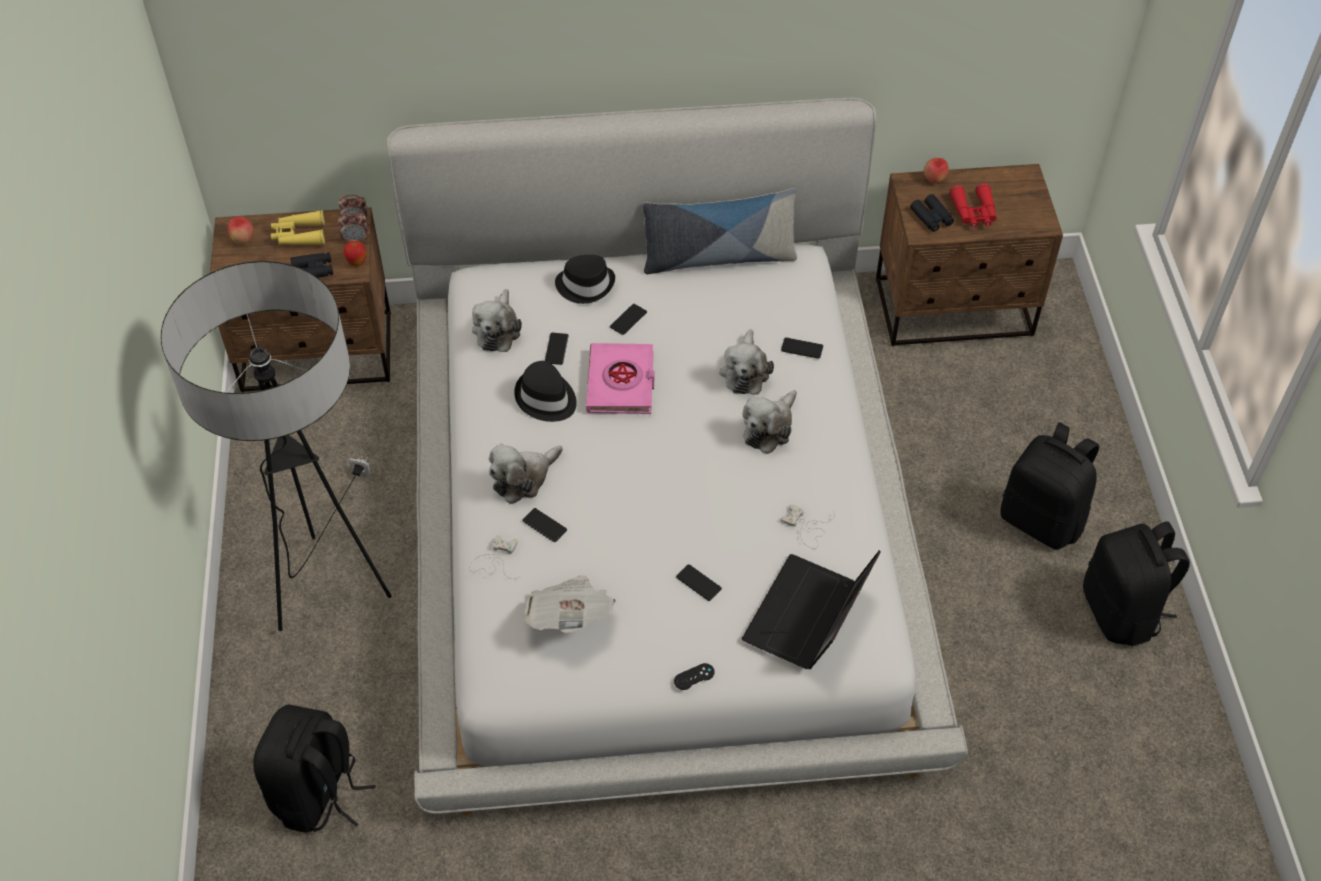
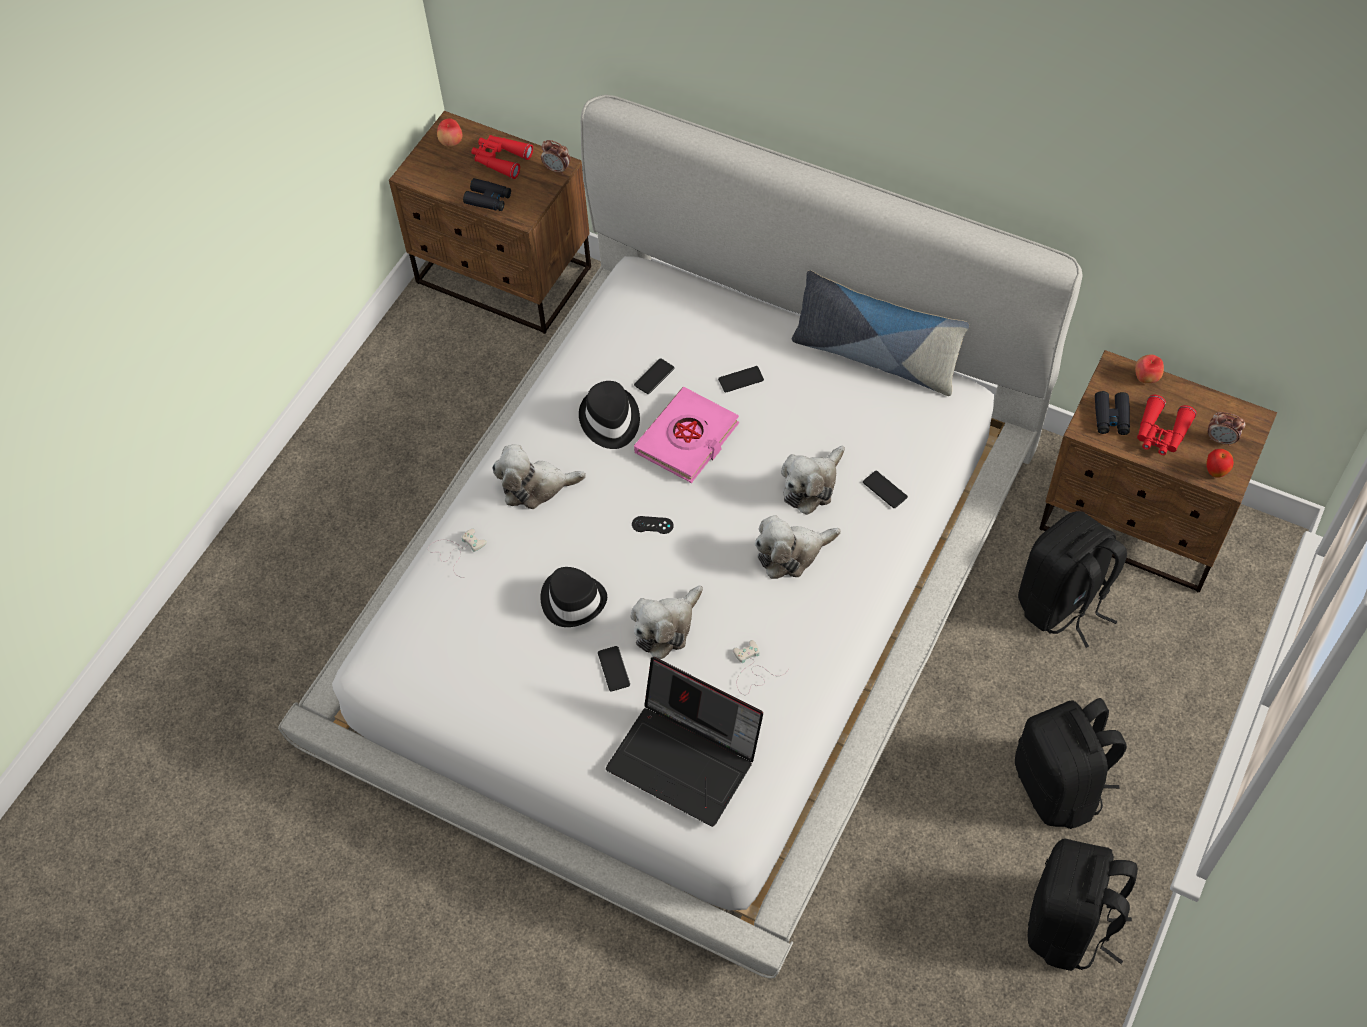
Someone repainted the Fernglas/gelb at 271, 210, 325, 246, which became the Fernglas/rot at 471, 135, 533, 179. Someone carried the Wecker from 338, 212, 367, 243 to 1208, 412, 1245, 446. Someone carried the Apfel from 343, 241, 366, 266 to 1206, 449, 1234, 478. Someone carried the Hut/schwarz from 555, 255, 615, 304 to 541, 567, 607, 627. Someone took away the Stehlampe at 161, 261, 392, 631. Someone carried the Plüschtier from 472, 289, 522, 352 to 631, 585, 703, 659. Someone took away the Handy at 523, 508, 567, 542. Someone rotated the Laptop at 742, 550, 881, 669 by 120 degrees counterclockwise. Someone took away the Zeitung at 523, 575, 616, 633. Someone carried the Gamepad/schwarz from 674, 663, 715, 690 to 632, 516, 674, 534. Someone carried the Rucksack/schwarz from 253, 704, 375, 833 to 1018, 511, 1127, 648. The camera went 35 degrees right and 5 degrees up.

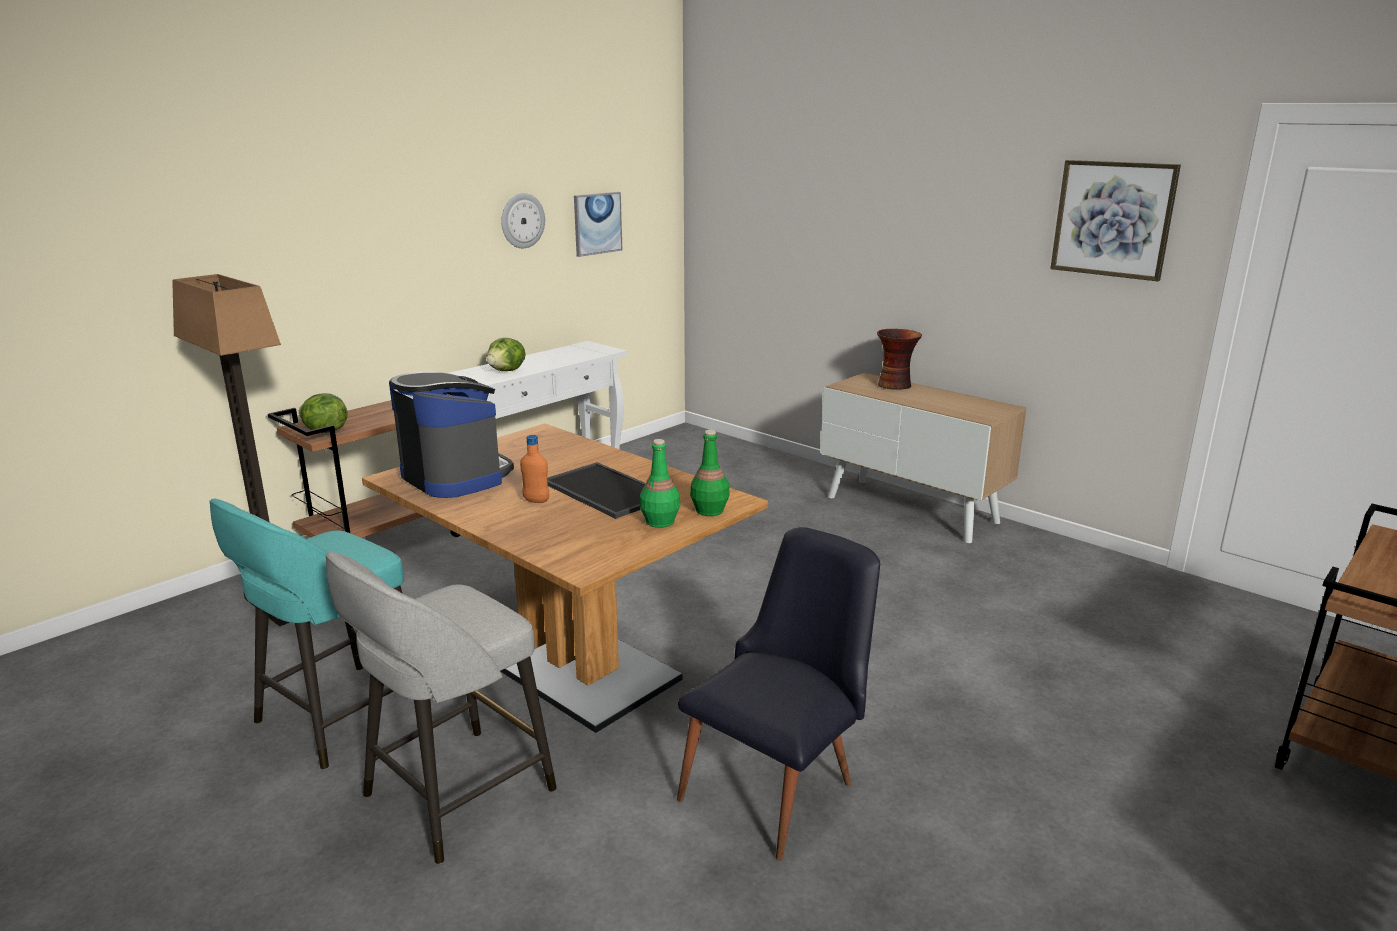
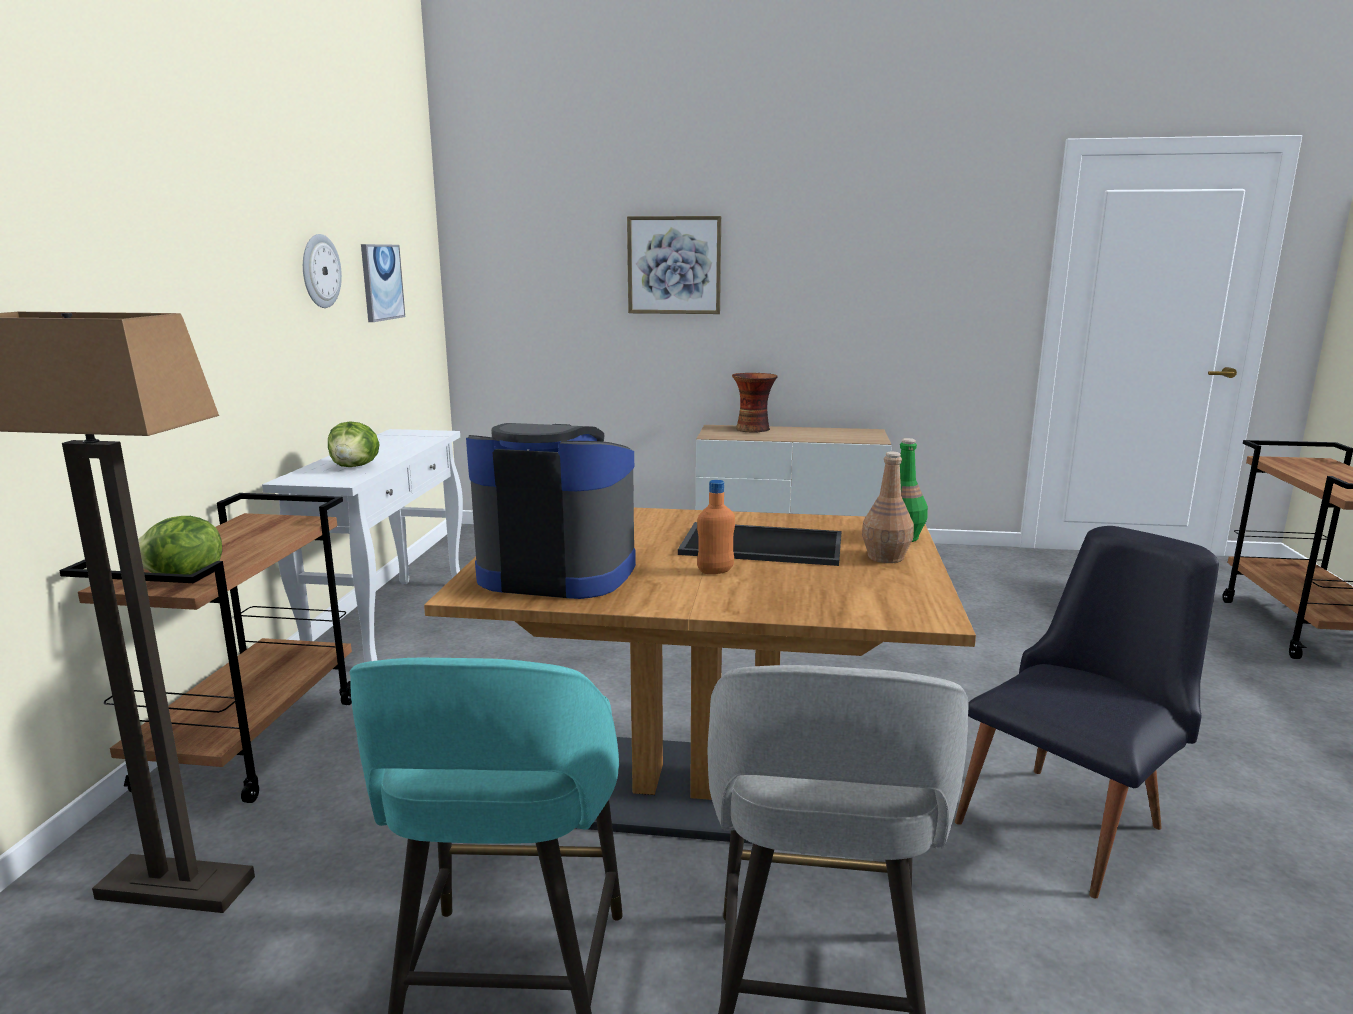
Someone carried the Bild from 1050, 160, 1181, 281 to 627, 216, 721, 314. Someone repainted the Flasche/grün at 640, 439, 680, 528, which became the Flasche/braun at 862, 452, 914, 563. Someone rotated the Stuhl/schwarz at 677, 527, 880, 861 by 45 degrees clockwise. The camera went 35 degrees left and 5 degrees down.

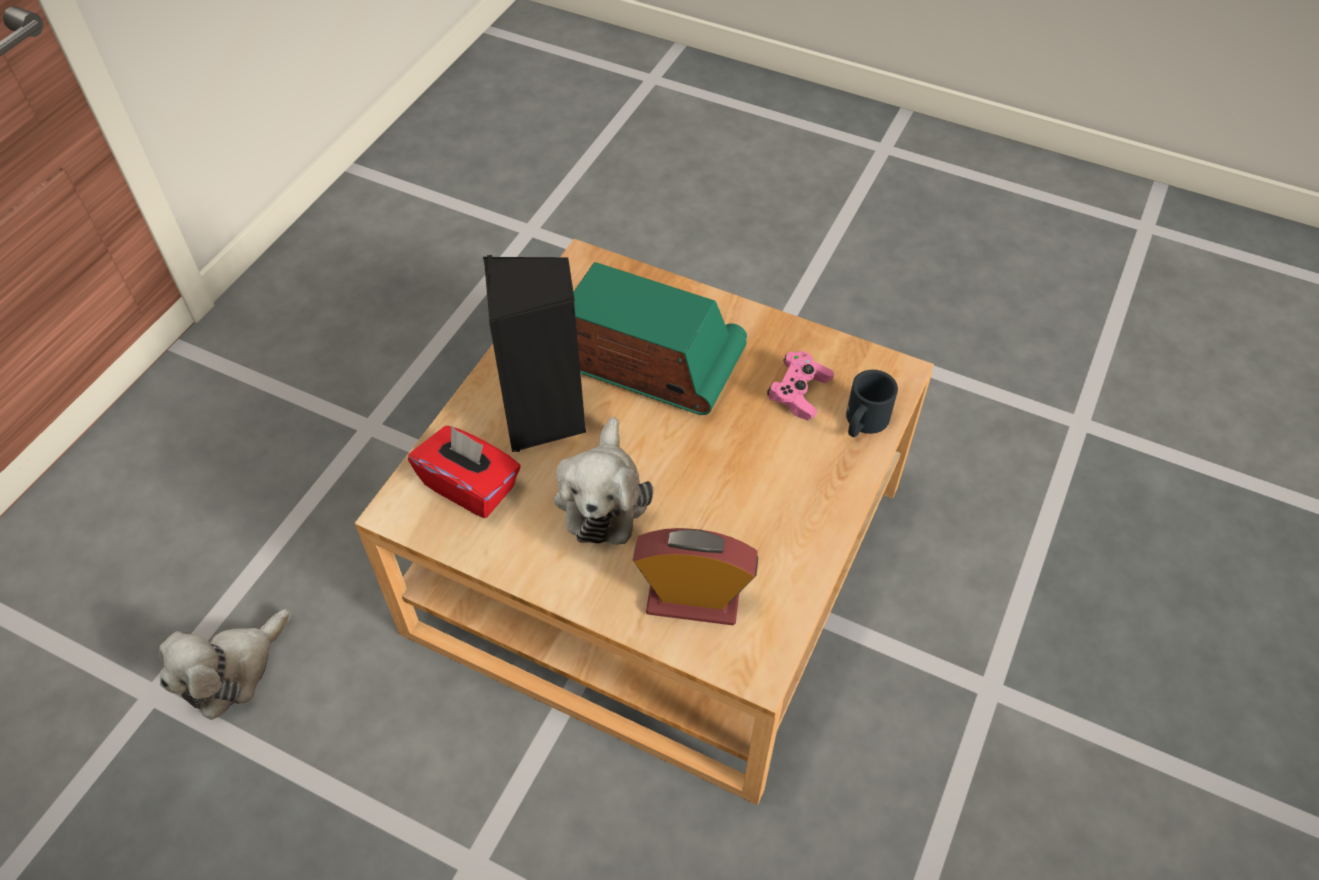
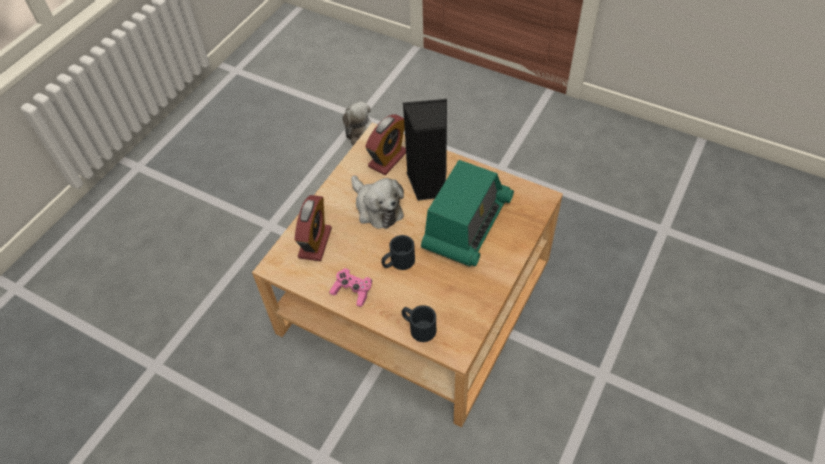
Someone carried the Gamepad/rosa from 767, 351, 834, 421 to 329, 268, 372, 307. Someone rotated the Plüschtier at 554, 417, 653, 545 by 135 degrees counterclockwise. Someone swapped the Taschentuchbox/rot at 408, 425, 521, 518 for the Wecker at 365, 114, 406, 175. Someone put down the Henkelbecher/schwarz at 381, 235, 415, 270. The camera went 95 degrees right and 0 degrees up.

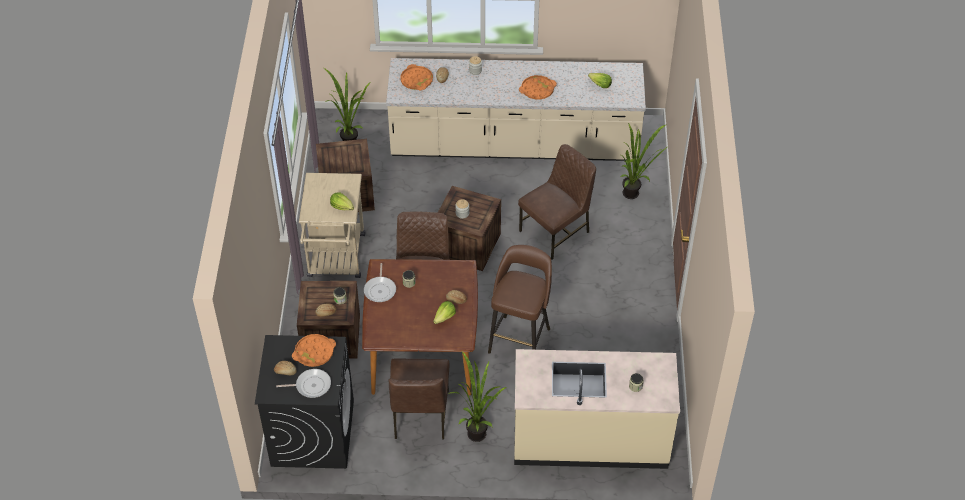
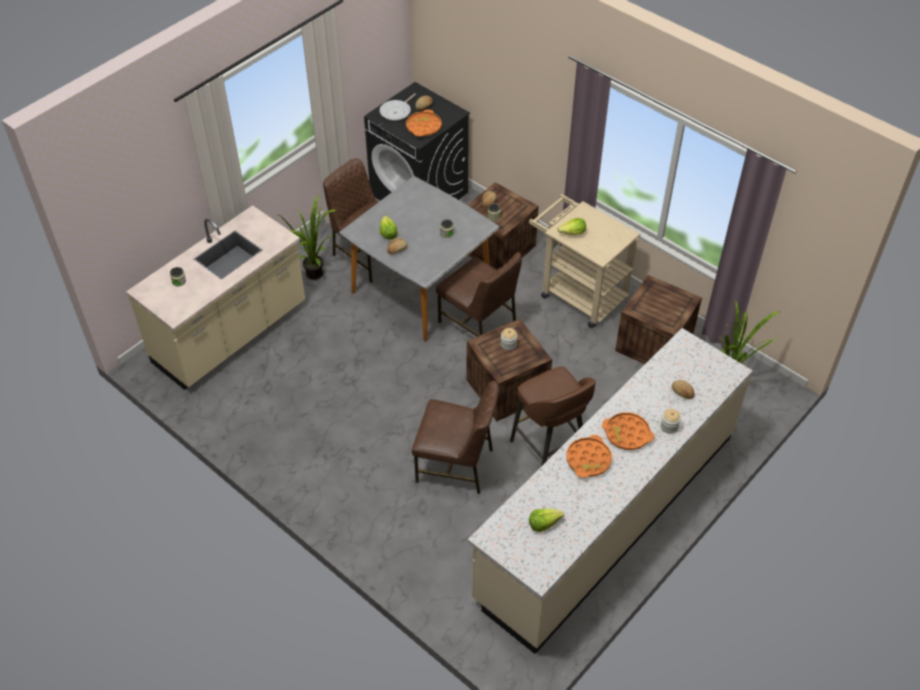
Someone carried the Tablett/orange from 400, 64, 433, 90 to 602, 412, 654, 450. Someone took away the Topfpflanze at 621, 123, 667, 199. Someone rotated the Stuhl/braun at 518, 144, 596, 260 by 75 degrees counterclockwise. Someone carried the Hocker/braun from 488, 245, 552, 354 to 510, 366, 596, 465. Someone repainted the Esstisch/braun at 362, 259, 478, 396, which became the Esstisch/grau at 339, 176, 499, 342. Someone took away the Pfanne at 364, 263, 396, 302. The camera went 130 degrees right and 0 degrees up.

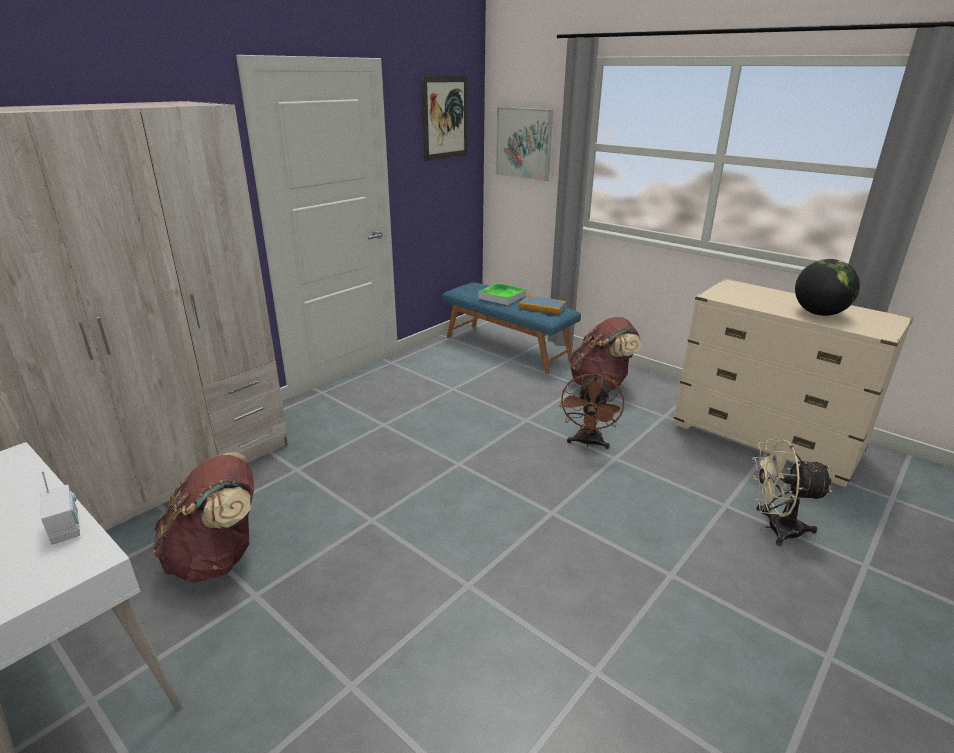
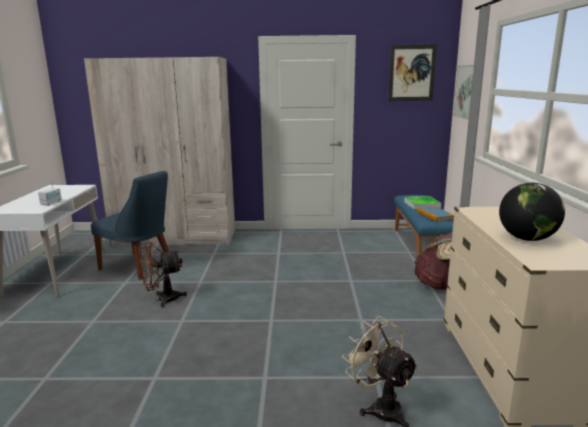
Someone carried the Ventilator/braun from 560, 374, 624, 449 to 139, 242, 187, 308. Someone swapped the Rucksack/braun at 153, 452, 254, 583 for the Stuhl/blau at 91, 171, 169, 280. The camera went 50 degrees right and 10 degrees down.

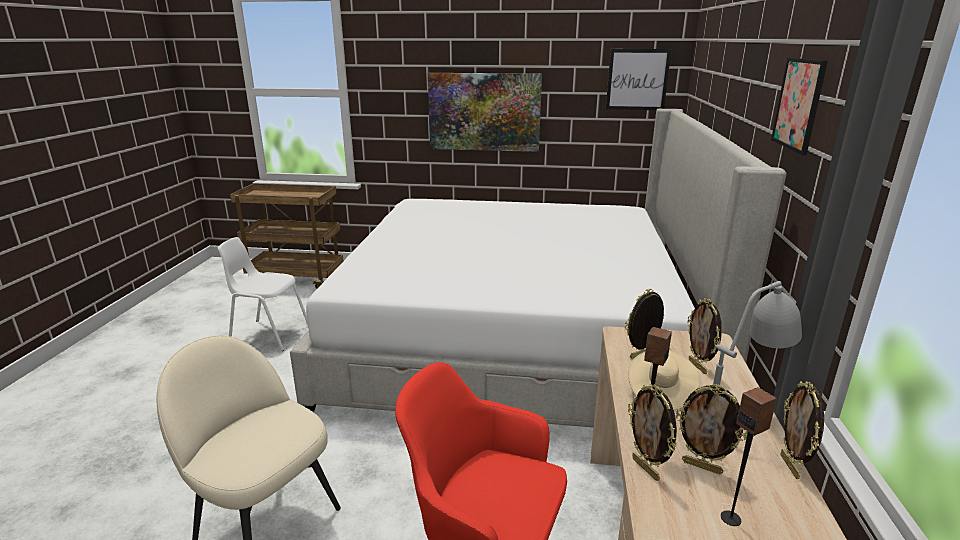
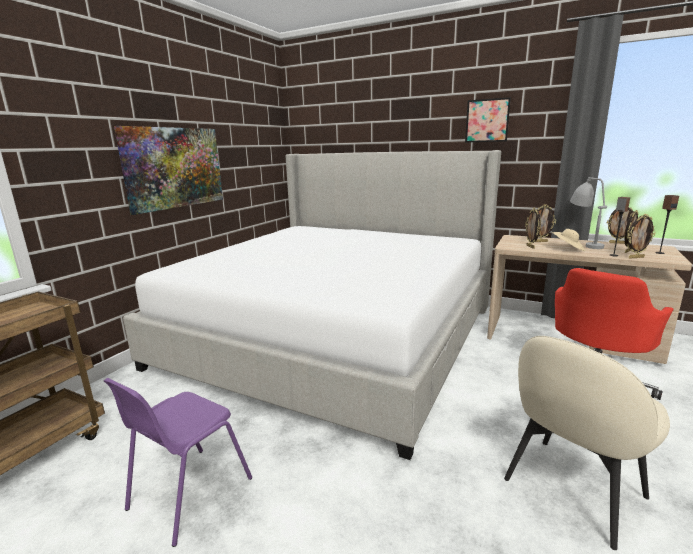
Someone took away the Bild at 606, 49, 671, 110. Someone repainted the Stuhl/weiß at 218, 237, 308, 351, which became the Stuhl/lila at 104, 378, 252, 547. The camera went 70 degrees left and 5 degrees down.

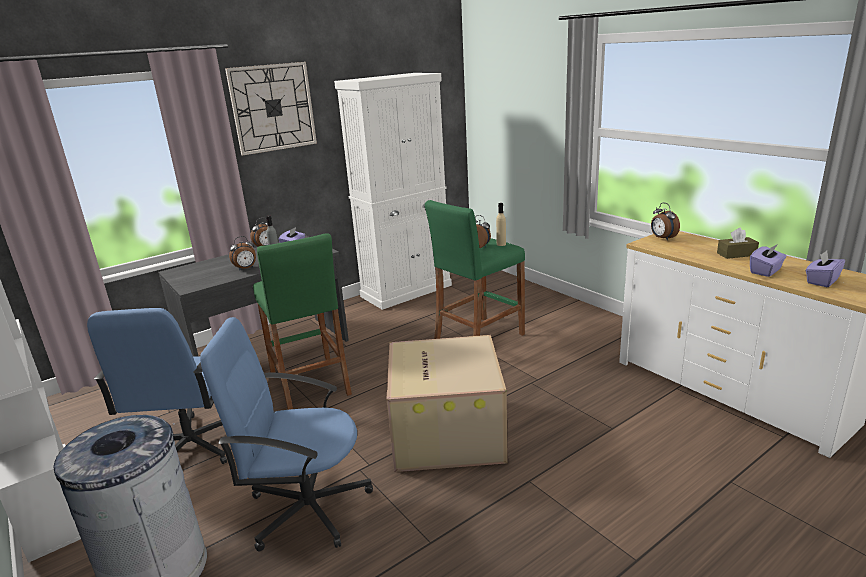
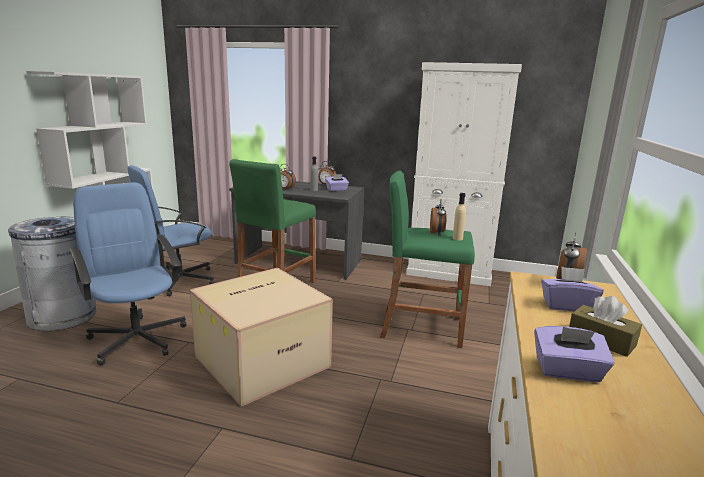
Someone took away the Wanduhr at 225, 62, 317, 156. Someone carried the Taschentuchbox/lila from 806, 251, 845, 287 to 541, 267, 604, 311. The camera went 50 degrees right and 5 degrees down.

